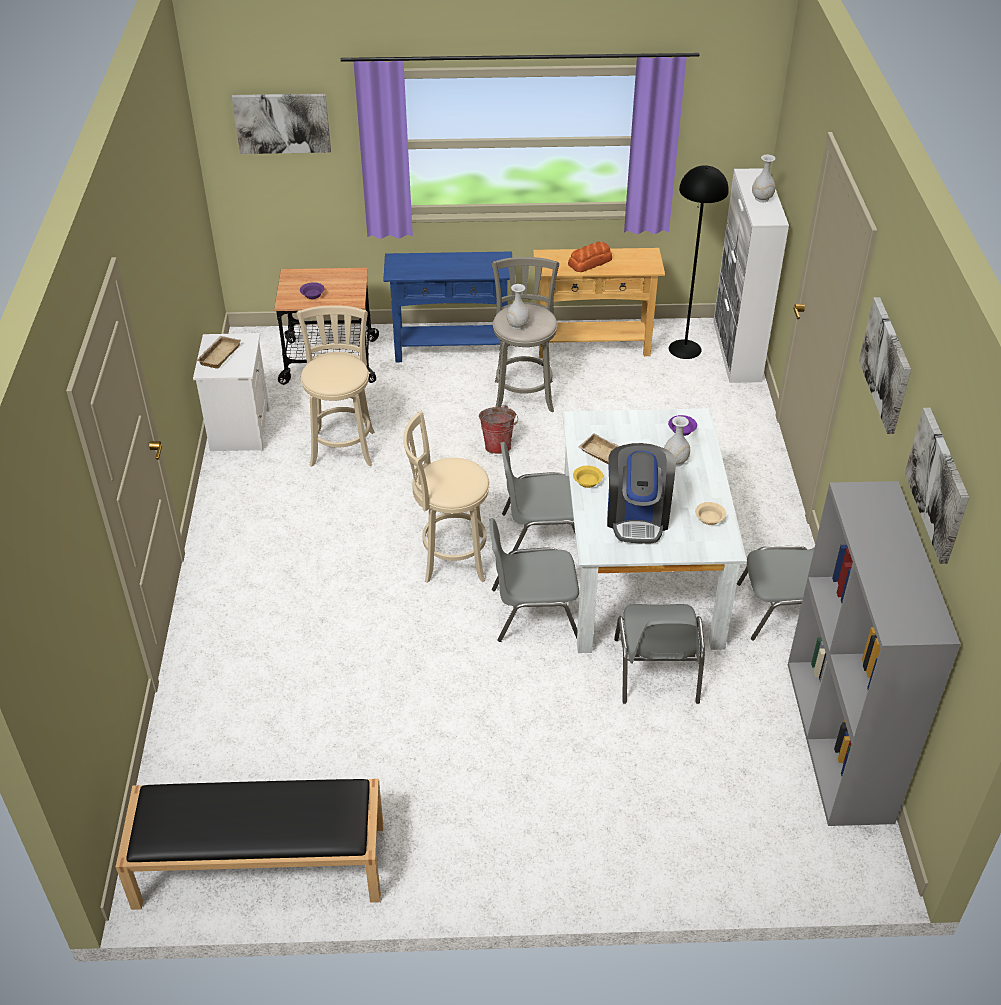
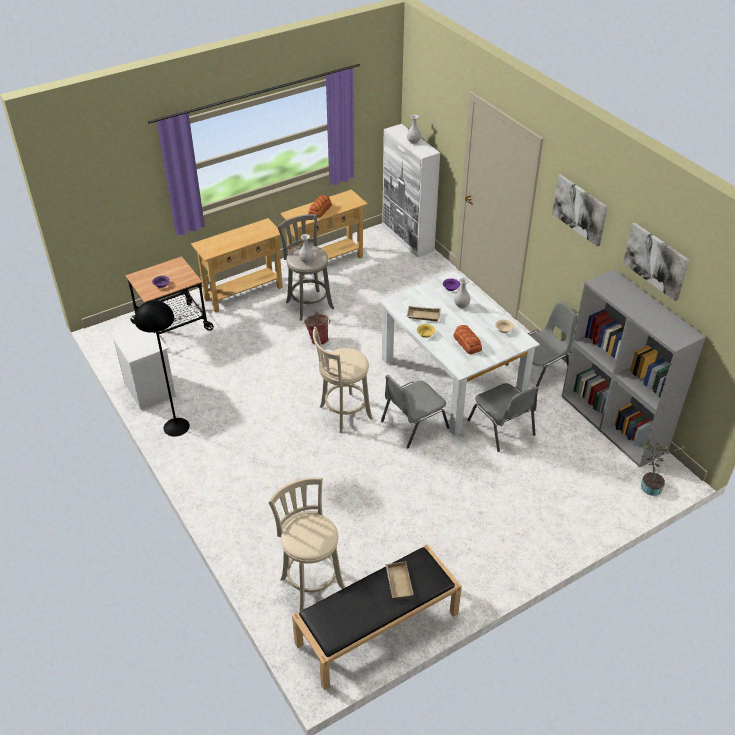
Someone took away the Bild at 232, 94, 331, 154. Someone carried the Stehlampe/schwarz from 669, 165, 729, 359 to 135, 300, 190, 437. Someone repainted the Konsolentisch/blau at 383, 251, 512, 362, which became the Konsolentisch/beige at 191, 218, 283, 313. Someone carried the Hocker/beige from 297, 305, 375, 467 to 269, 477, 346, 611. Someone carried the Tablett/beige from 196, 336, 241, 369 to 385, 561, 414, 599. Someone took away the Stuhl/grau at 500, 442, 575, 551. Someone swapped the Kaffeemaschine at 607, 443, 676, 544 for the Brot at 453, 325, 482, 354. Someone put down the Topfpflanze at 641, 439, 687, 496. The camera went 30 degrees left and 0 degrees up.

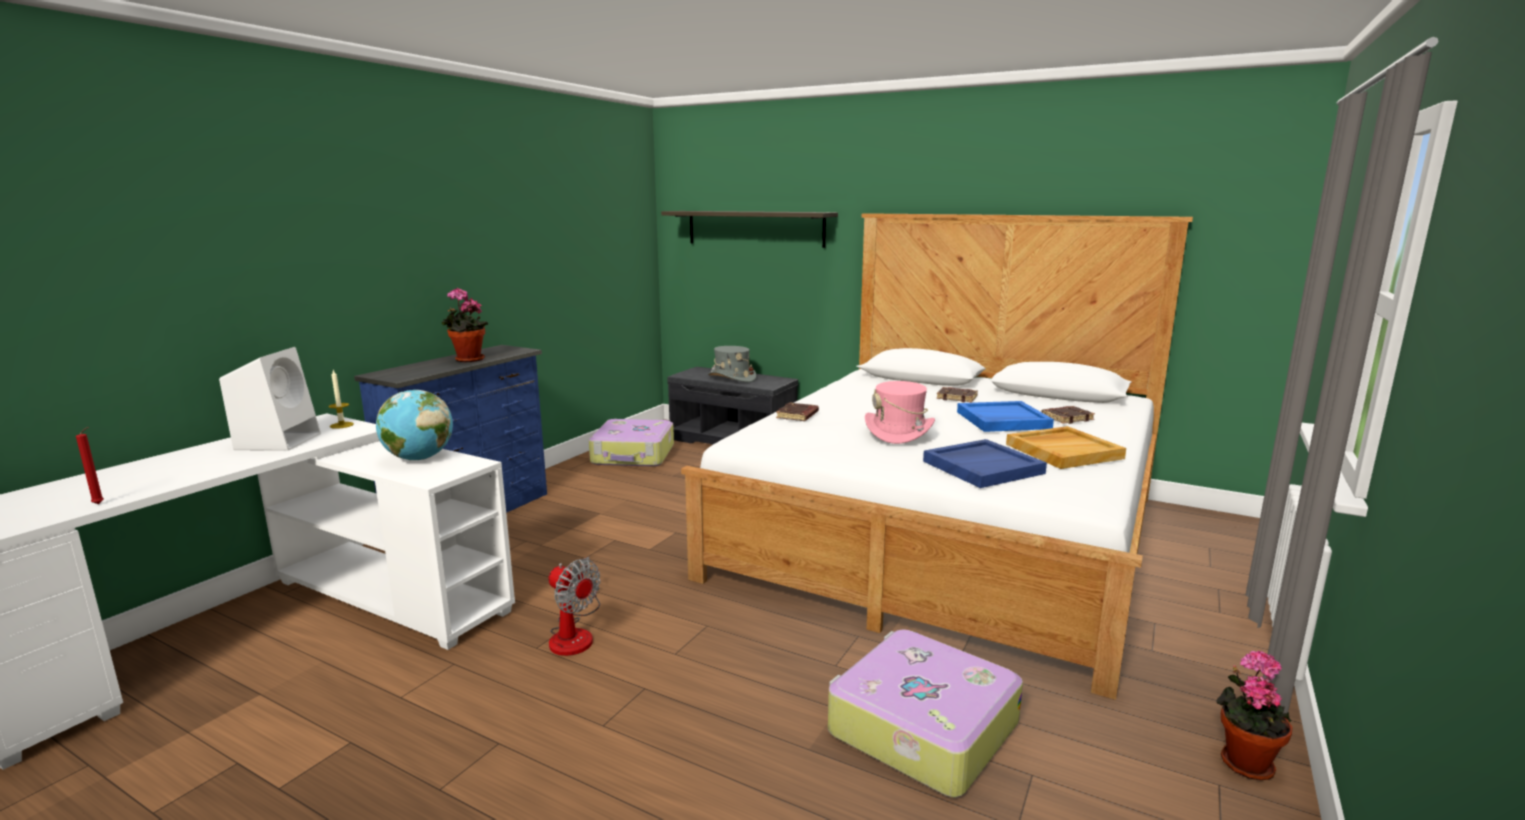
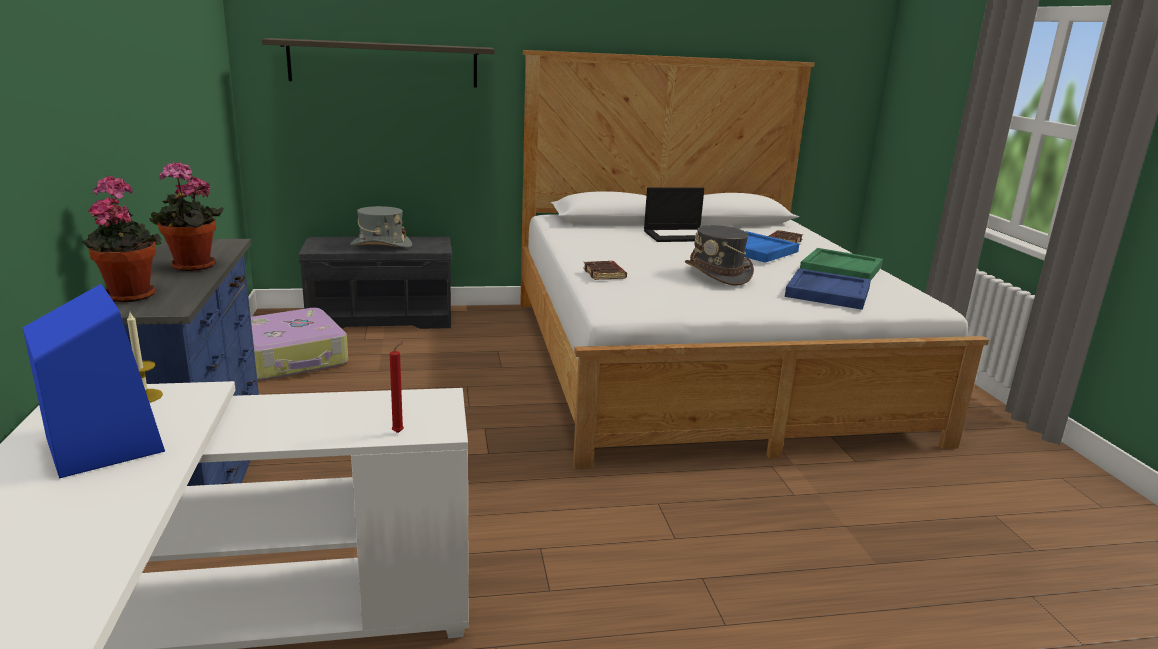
Someone repainted the Lautsprecher/weiß at 219, 347, 321, 451, which became the Lautsprecher/blau at 23, 284, 165, 478. Someone repainted the Hut/rosa at 865, 381, 935, 444, which became the Hut/grau at 685, 225, 754, 285. Someone swapped the Buch/braun at 936, 387, 978, 402 for the Laptop at 644, 188, 704, 242. Someone took away the Globus at 376, 390, 453, 460. Someone repainted the Tablett/beige at 1006, 426, 1126, 469, which became the Tablett/grün at 800, 248, 883, 280. Someone carried the Kerze/rot from 76, 427, 104, 504 to 390, 341, 404, 433. Someone took away the Ventilator at 548, 557, 601, 656. Someone took away the Koffer at 828, 629, 1023, 797. Someone carried the Topfpflanze from 1216, 651, 1292, 780 to 81, 175, 161, 303. The camera went 40 degrees left and 5 degrees up.

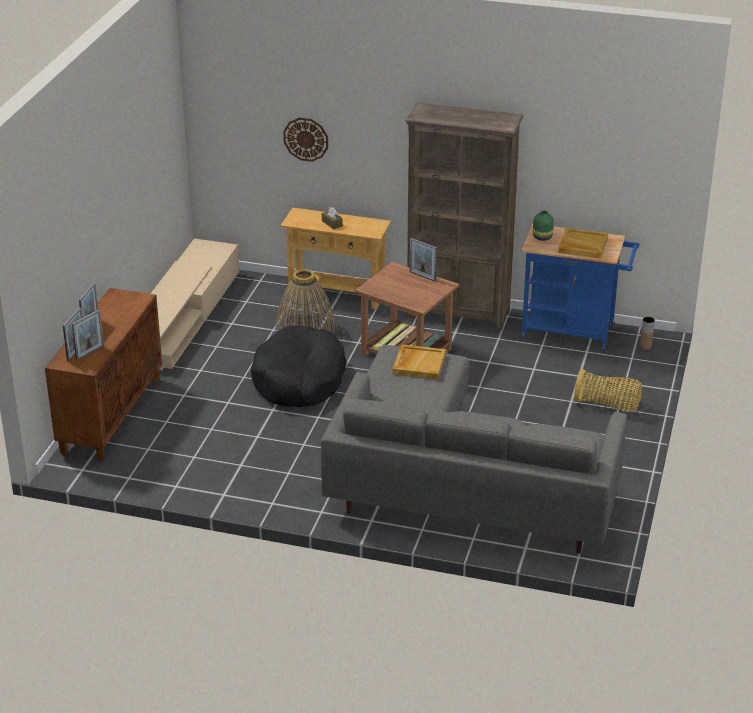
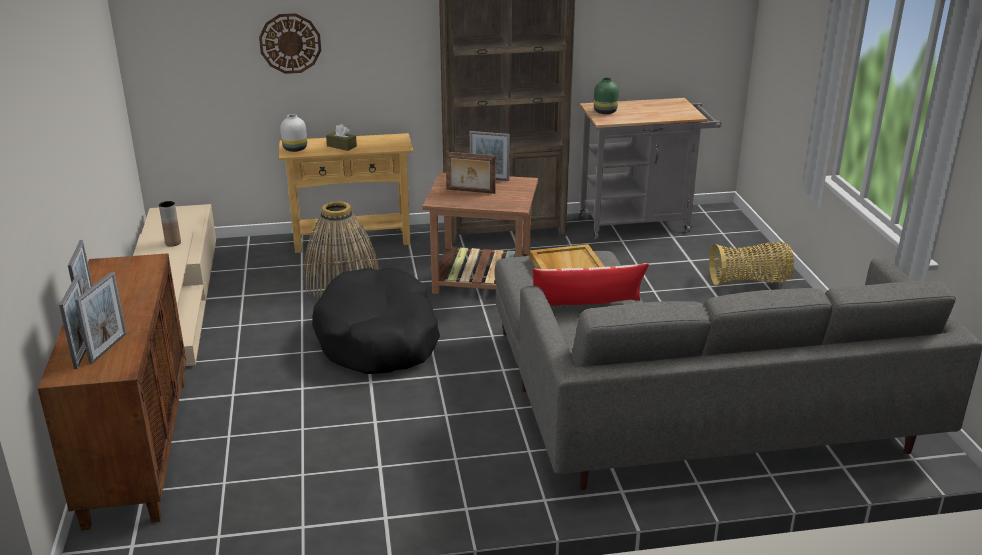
Someone repainted the Rollwagen/blau at 521, 224, 639, 351, which became the Rollwagen/grau at 580, 98, 722, 239. Someone took away the Tablett/beige at 558, 228, 608, 259. Someone carried the Vase/braun from 640, 317, 655, 350 to 159, 201, 181, 247. Someone put down the Vase/weiß at 280, 114, 307, 152. Someone put down the Bilderrahmen at 446, 152, 496, 194. Someone put down the Kissen at 533, 263, 649, 306. The camera went 25 degrees left and 5 degrees down.

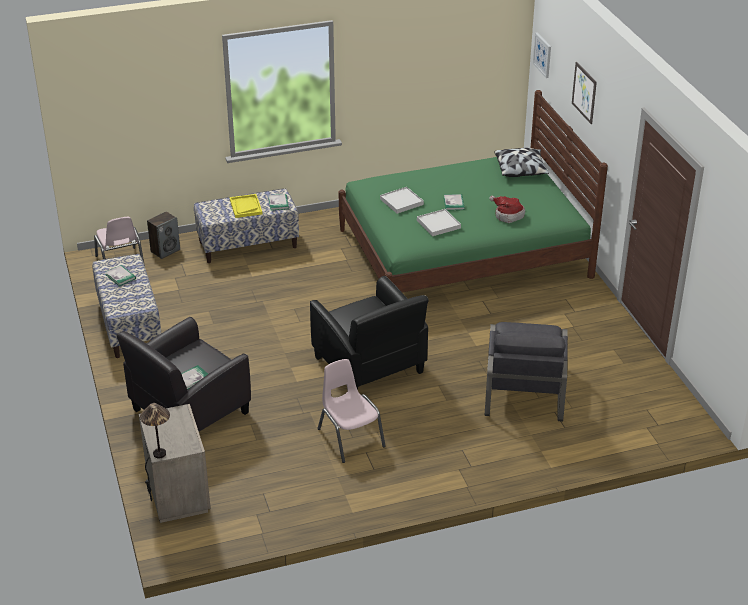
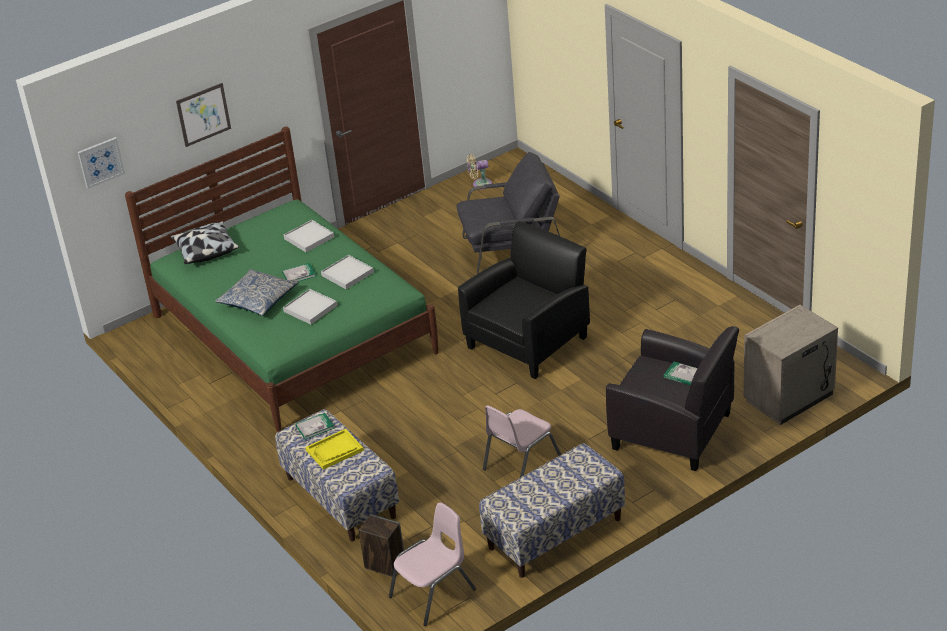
Someone swapped the Hut at 489, 196, 525, 223 for the Tablett/weiß at 284, 220, 334, 252. Someone took away the Buch at 105, 265, 136, 286. Someone carried the Stuhl/rosa from 317, 359, 386, 463 to 483, 405, 562, 477. Someone took away the Tischlampe at 140, 403, 170, 458. Someone put down the Ventilator/beige at 467, 154, 492, 190. Someone put down the Kissen at 215, 269, 299, 316. The camera went 105 degrees left and 0 degrees up.

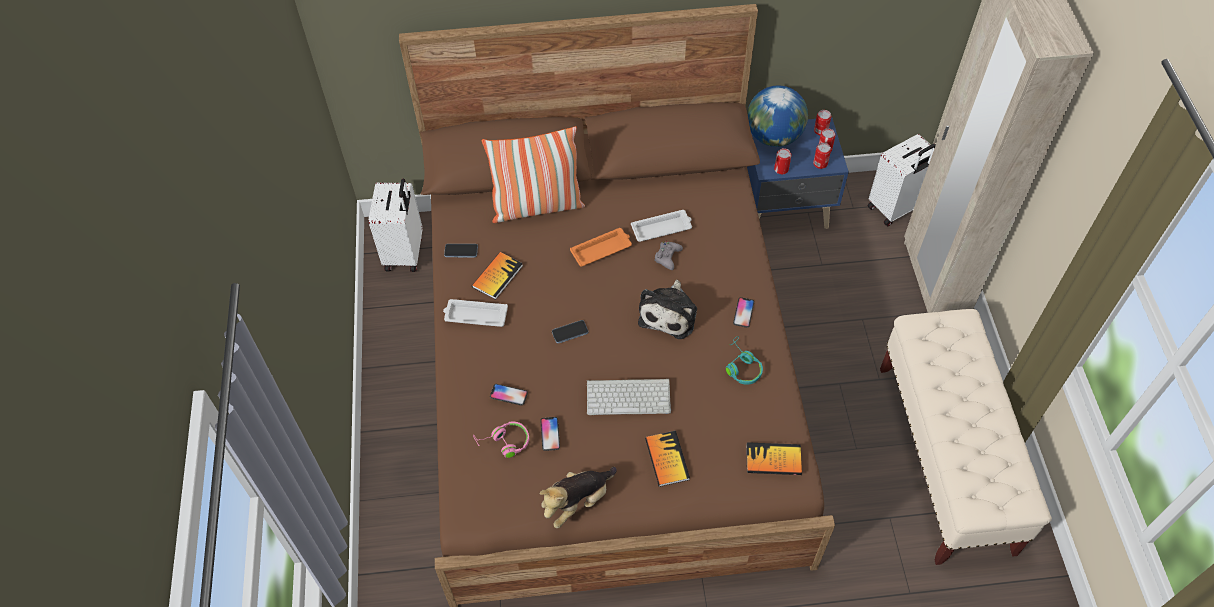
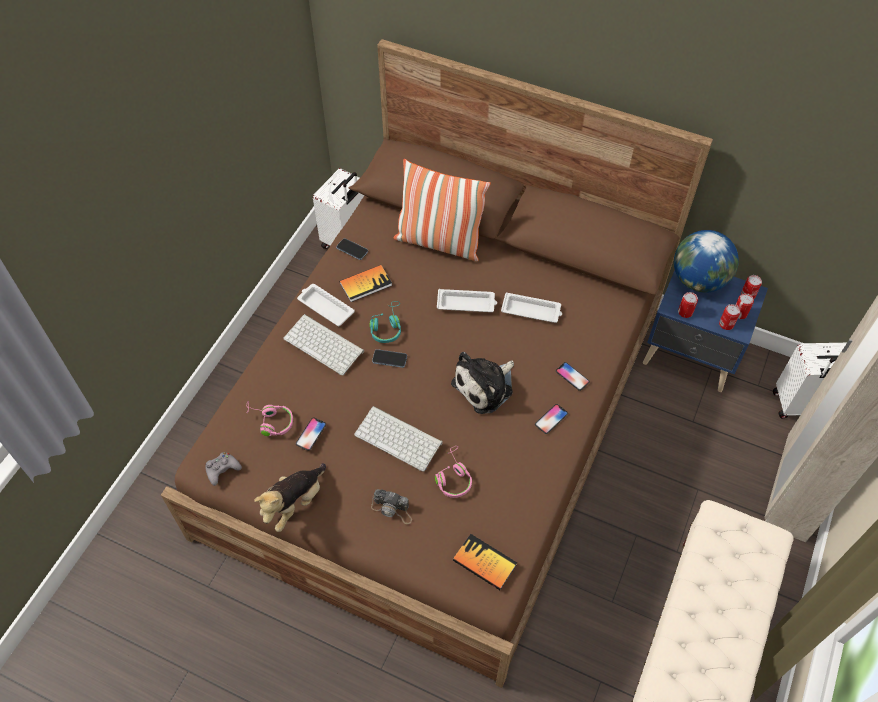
Someone repainted the Tablett/orange at 570, 228, 632, 267, which became the Tablett/weiß at 437, 289, 497, 312. Someone carried the Gamepad/grau from 654, 241, 683, 270 to 206, 452, 242, 486. Someone carried the Kopfhörer/türkis from 726, 336, 763, 385 to 369, 301, 401, 343. Someone carried the Handy from 490, 384, 528, 406 to 556, 362, 590, 391. Someone swapped the Buch at 645, 431, 690, 487 for the Kamera at 371, 489, 412, 524. Someone rotated the Plüschtier at 540, 467, 617, 528 by 45 degrees counterclockwise. Someone put down the Tastatur at 283, 314, 364, 375. Someone put down the Kopfhörer/rosa at 435, 446, 472, 498. The camera went 30 degrees right and 0 degrees up.

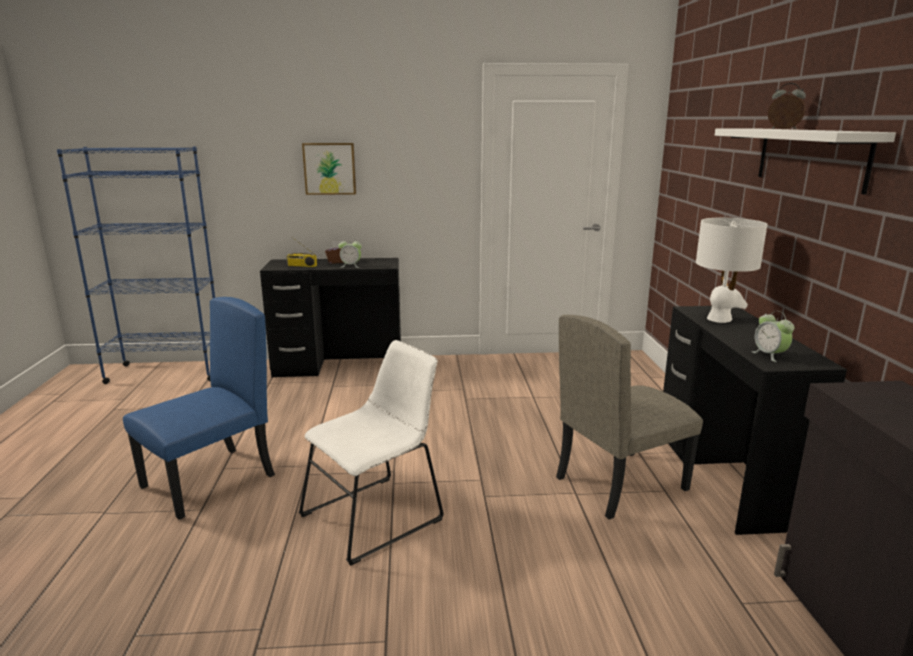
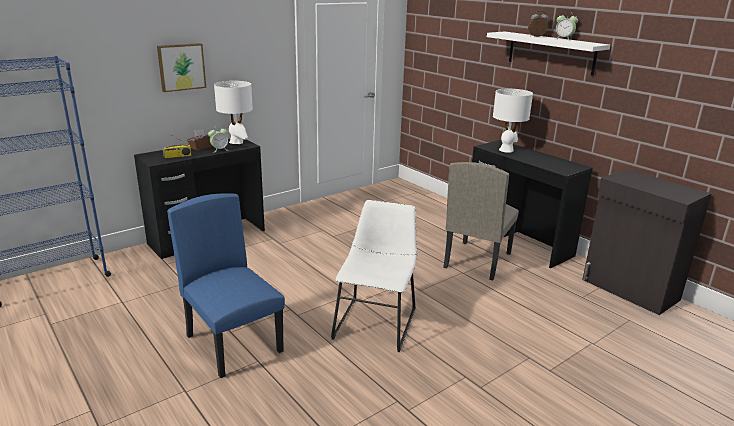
Someone rotated the Stuhl/blau at 123, 297, 275, 520 by 45 degrees counterclockwise. Someone carried the Wecker from 751, 311, 794, 362 to 556, 14, 578, 41. Someone put down the Tischlampe/weiß at 214, 81, 253, 144. The camera went 35 degrees left and 5 degrees up.

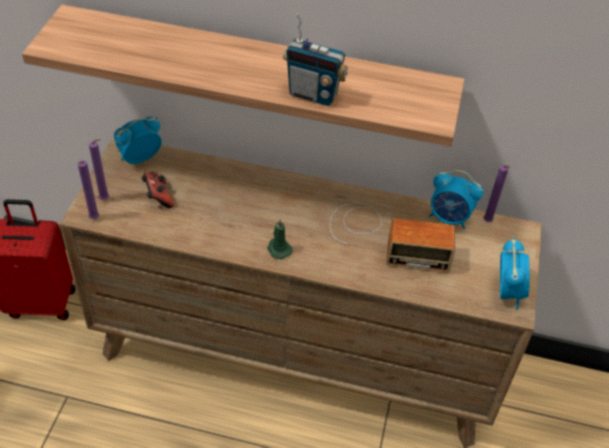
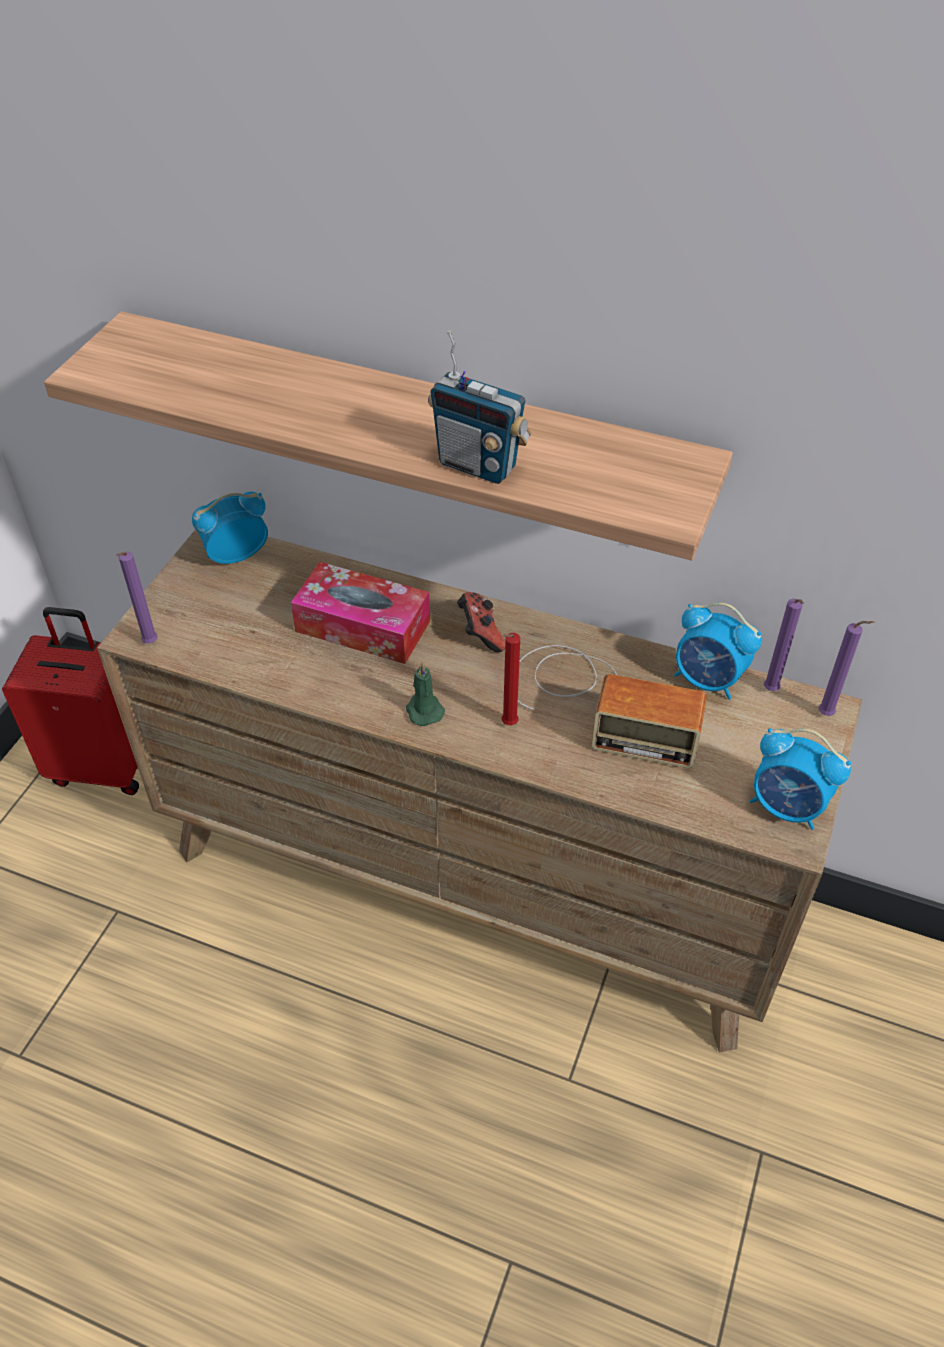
Someone carried the Kerze/lila from 89, 139, 109, 200 to 819, 621, 874, 716. Someone carried the Gamepad from 141, 171, 174, 208 to 457, 592, 505, 652. Someone rotated the Wecker at 500, 238, 530, 309 by 105 degrees clockwise. Someone put down the Taschentuchbox at 291, 562, 430, 664. Someone put down the Kerze/rot at 502, 633, 520, 725. The camera went 10 degrees right and 0 degrees up.

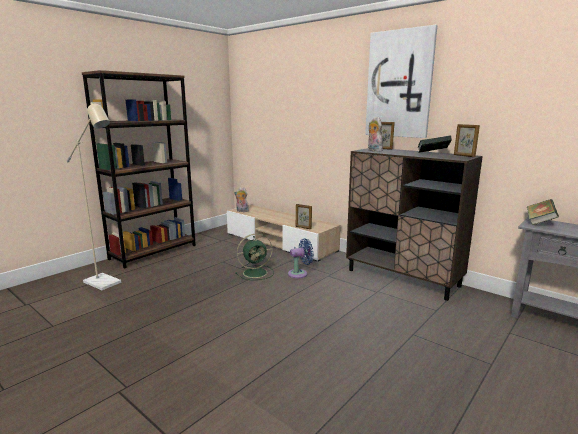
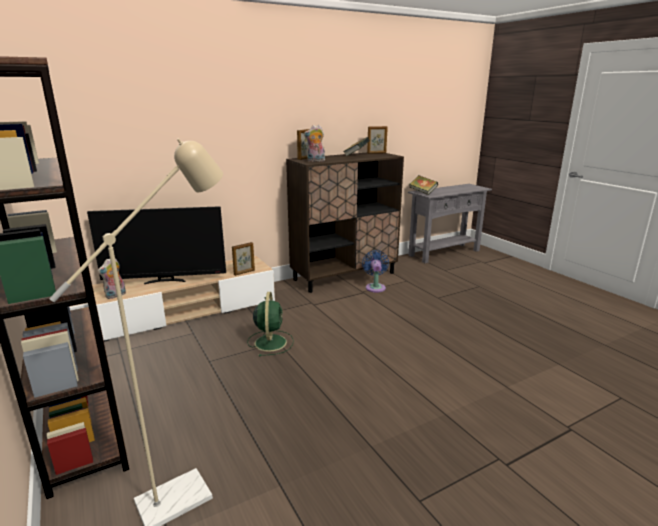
Someone took away the Bild at 365, 25, 437, 138. Someone carried the Ventilator/blau from 288, 238, 314, 278 to 362, 250, 389, 293. Someone put down the Fernseher at 87, 206, 226, 284. The camera went 70 degrees left and 5 degrees up.

